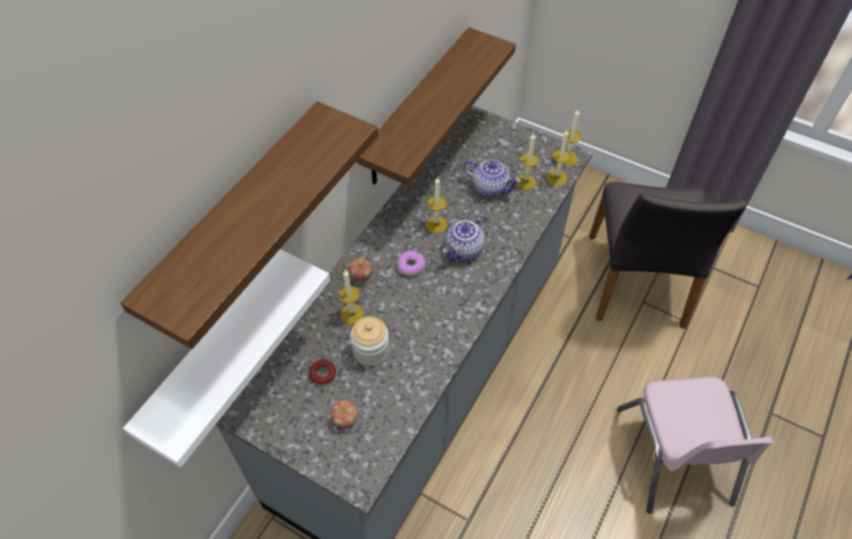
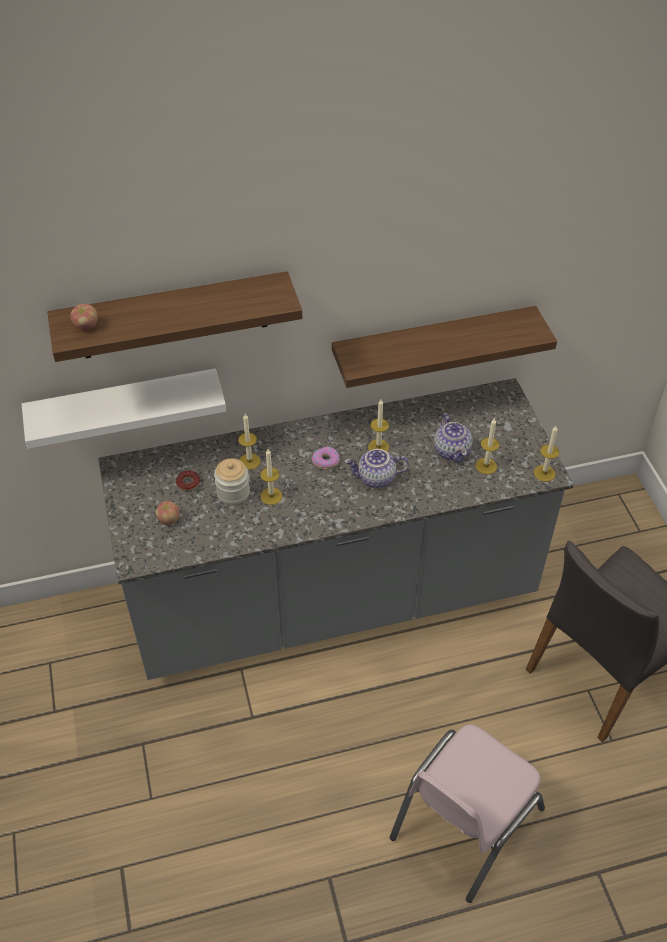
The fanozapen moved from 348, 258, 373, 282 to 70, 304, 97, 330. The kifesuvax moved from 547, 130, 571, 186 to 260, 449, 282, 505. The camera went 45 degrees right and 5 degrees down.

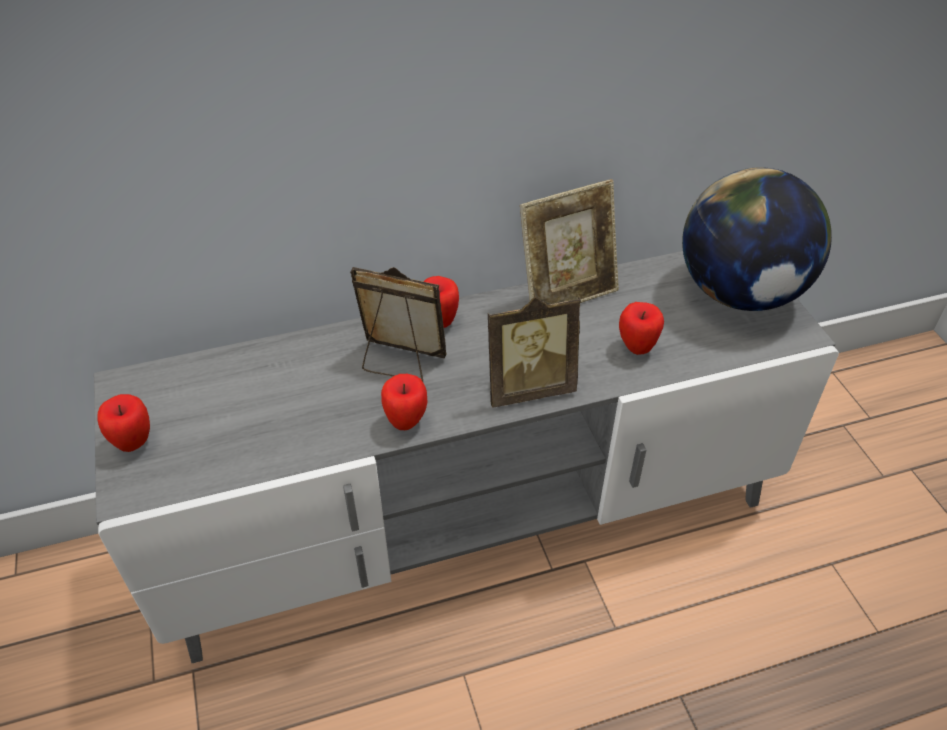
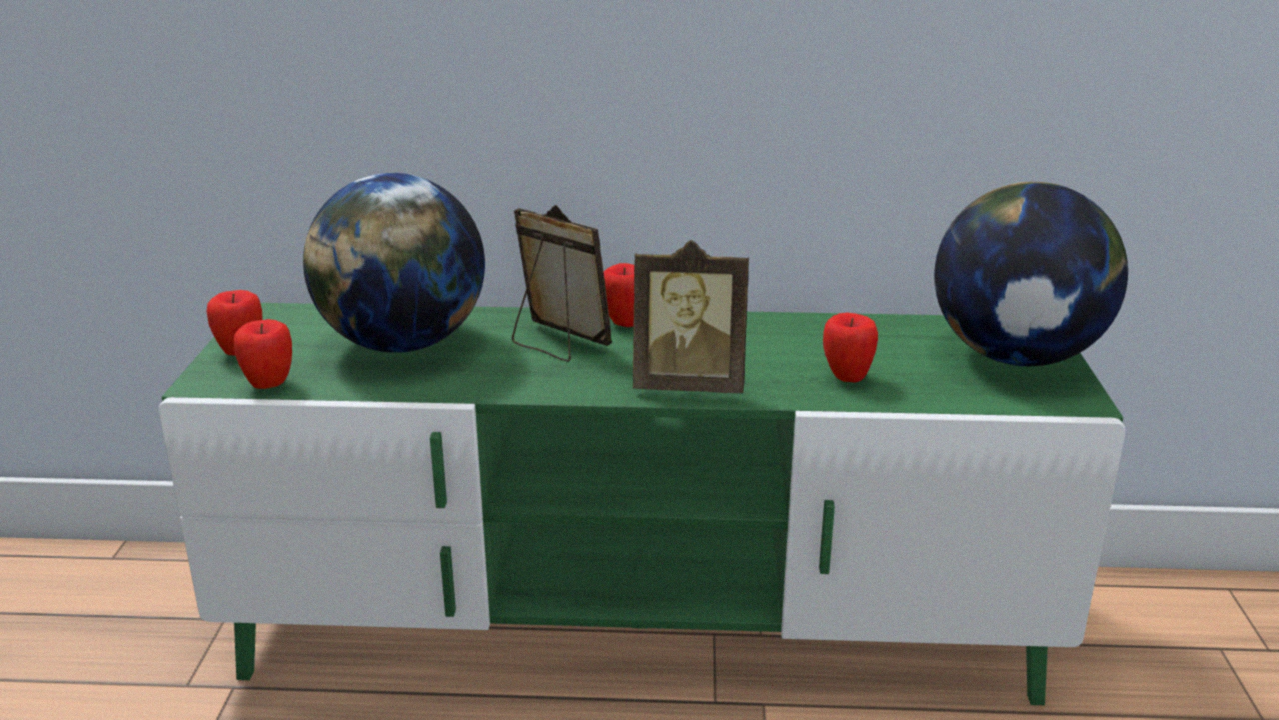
The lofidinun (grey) at 94, 251, 839, 663 became the lofidinun (green) at 158, 303, 1125, 705. The fanozapen moved from 381, 374, 428, 430 to 234, 319, 292, 389. The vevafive at 303, 173, 485, 353 appeared. The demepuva at 520, 179, 619, 304 disappeared. The camera went 20 degrees right and 20 degrees down.

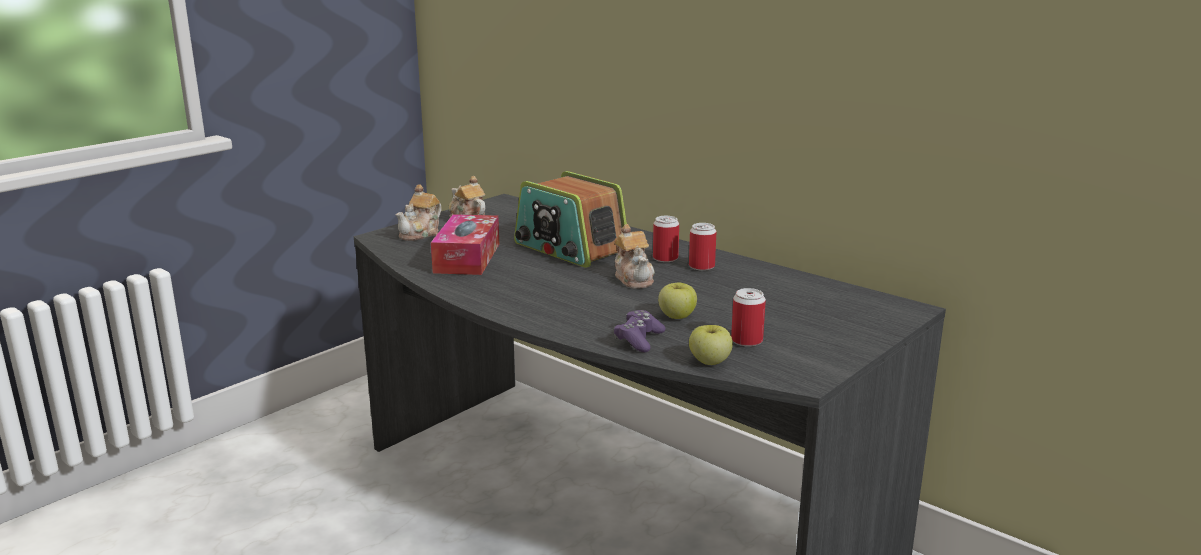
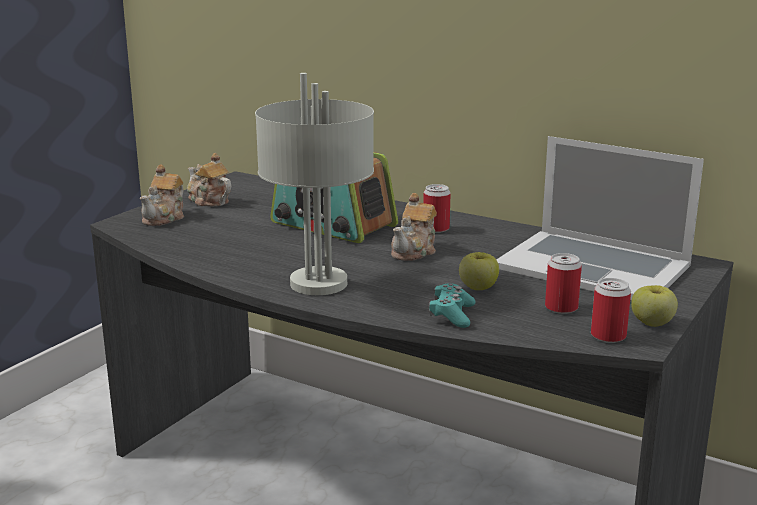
The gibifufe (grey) at 255, 73, 374, 295 appeared. The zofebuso at 614, 224, 655, 289 turned 60 degrees clockwise. The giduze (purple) at 614, 310, 665, 352 became the giduze (turquoise) at 429, 283, 476, 328. The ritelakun at 496, 136, 704, 300 appeared. The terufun moved from 689, 223, 717, 271 to 591, 278, 631, 343. The fanozapen moved from 689, 325, 733, 365 to 631, 285, 678, 327. The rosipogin at 431, 214, 499, 275 disappeared. The camera went 10 degrees left and 0 degrees up.

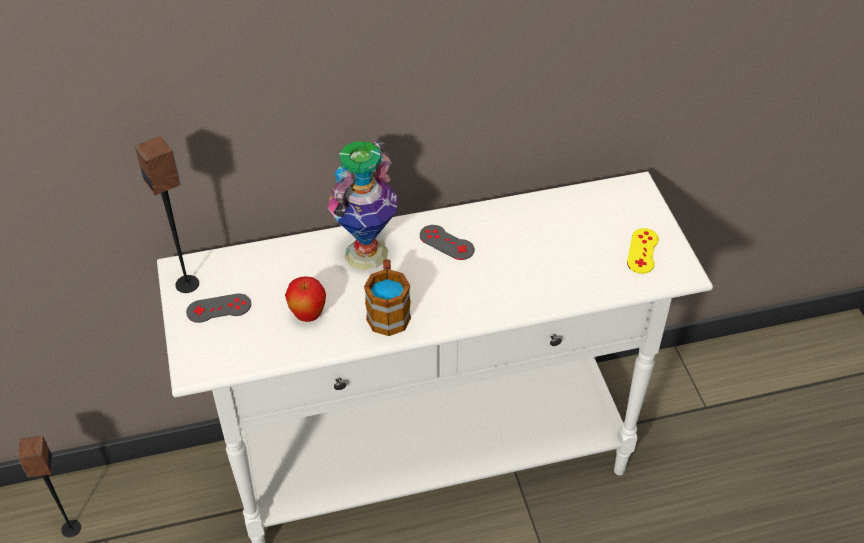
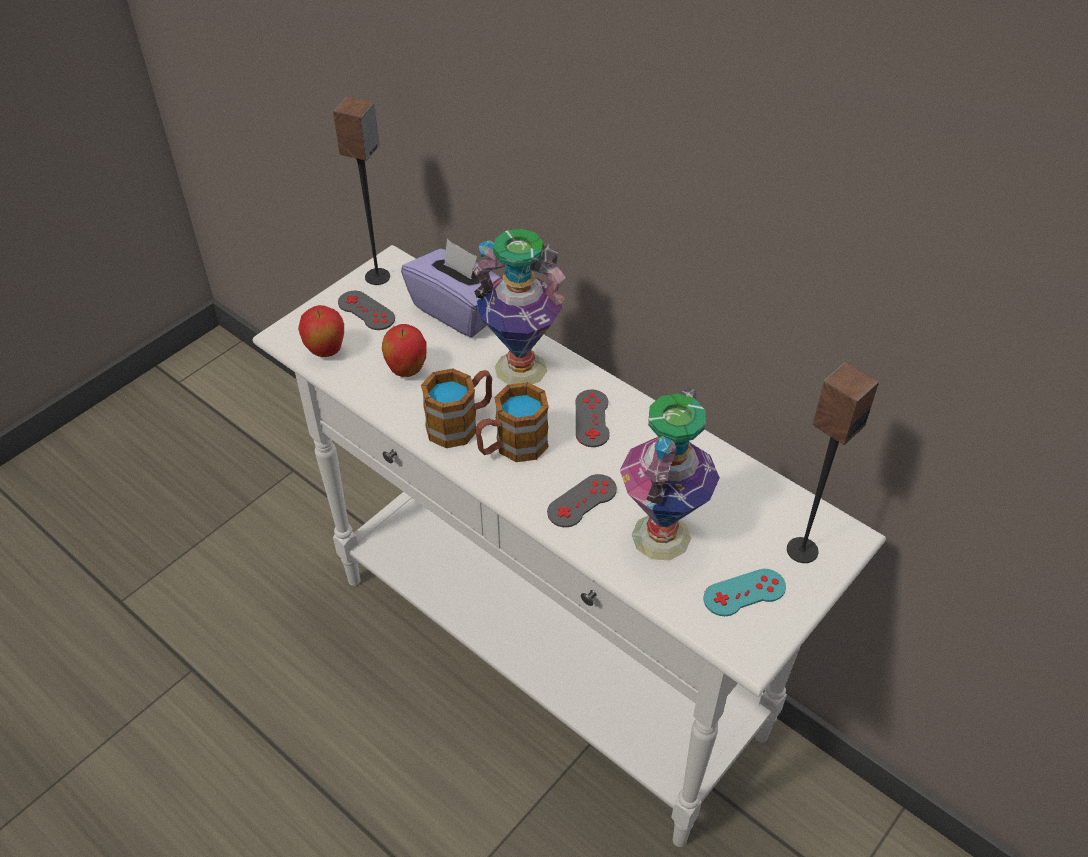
The fanozapen at 298, 305, 344, 357 appeared. The rosipogin (purple) at 401, 238, 500, 337 appeared. The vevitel at 475, 382, 549, 462 appeared. The giduze (grey) at 547, 474, 617, 527 appeared. The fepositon at 620, 387, 720, 561 appeared. The giduze (yellow) at 627, 228, 659, 274 became the giduze (turquoise) at 703, 569, 786, 616. The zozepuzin moved from 17, 436, 81, 537 to 787, 362, 879, 563. The camera went 55 degrees right and 0 degrees up.

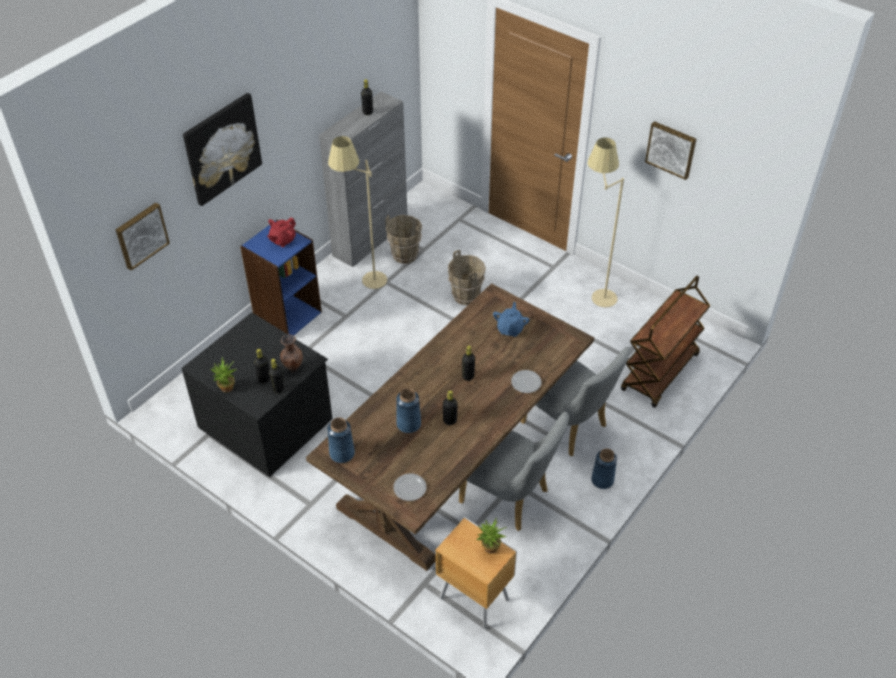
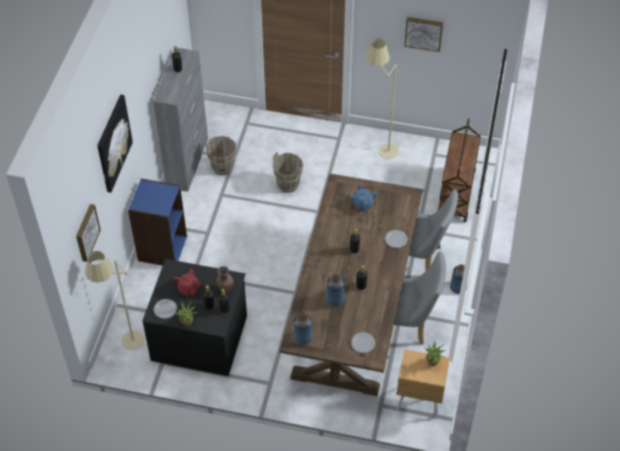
The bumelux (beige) moved from 328, 136, 387, 289 to 85, 251, 145, 350. The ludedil at 154, 299, 177, 319 appeared. The zofebuso (red) moved from 267, 217, 296, 247 to 173, 269, 202, 296. The camera went 25 degrees left and 5 degrees up.

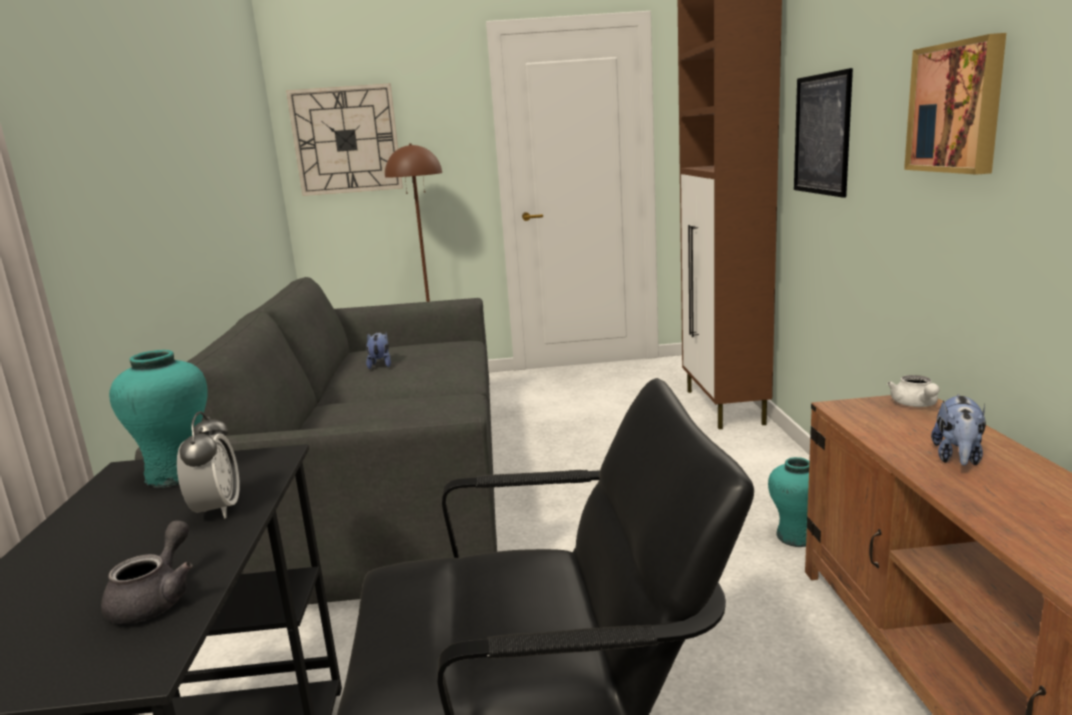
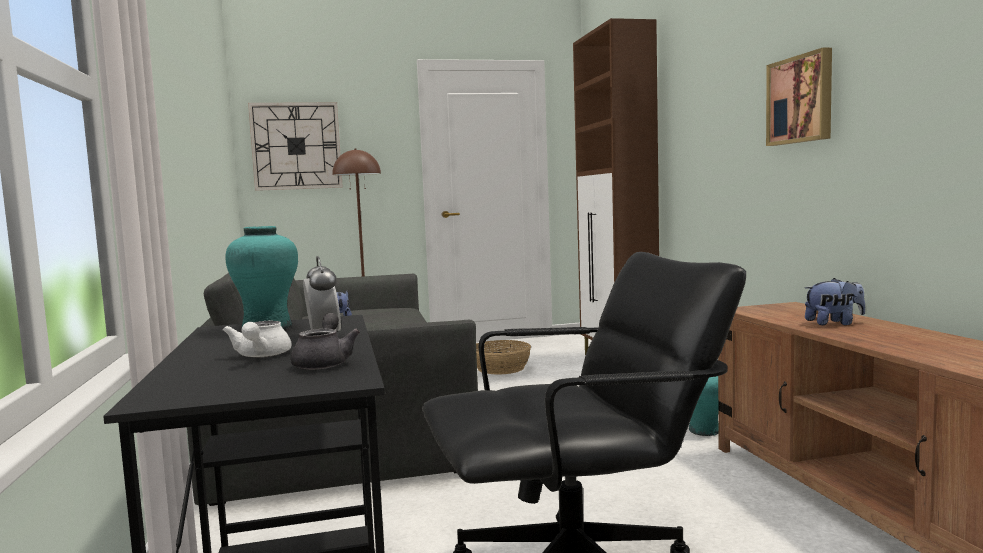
The zofebuso (white) moved from 887, 375, 939, 407 to 223, 321, 292, 358. The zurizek at 476, 340, 531, 375 appeared. The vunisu at 931, 394, 986, 466 turned 105 degrees counterclockwise. The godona at 794, 68, 853, 198 disappeared. The camera went 10 degrees left and 10 degrees down.

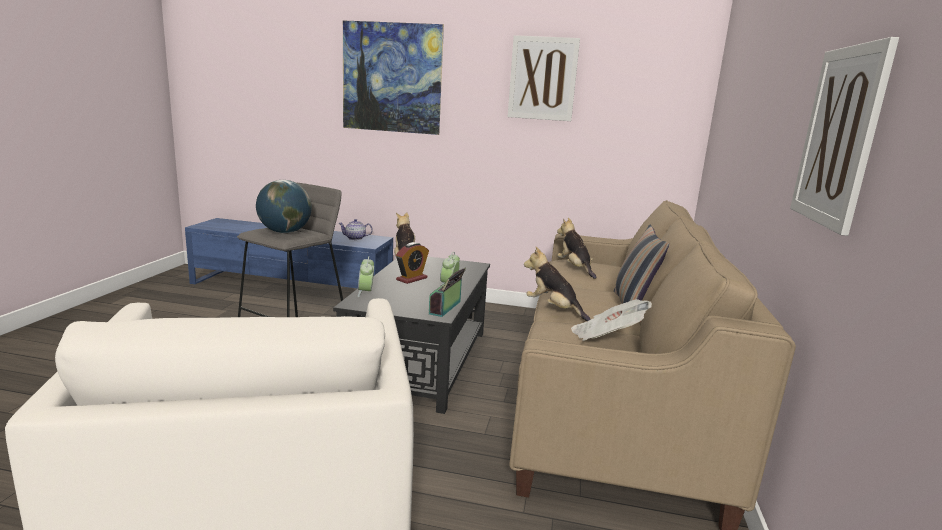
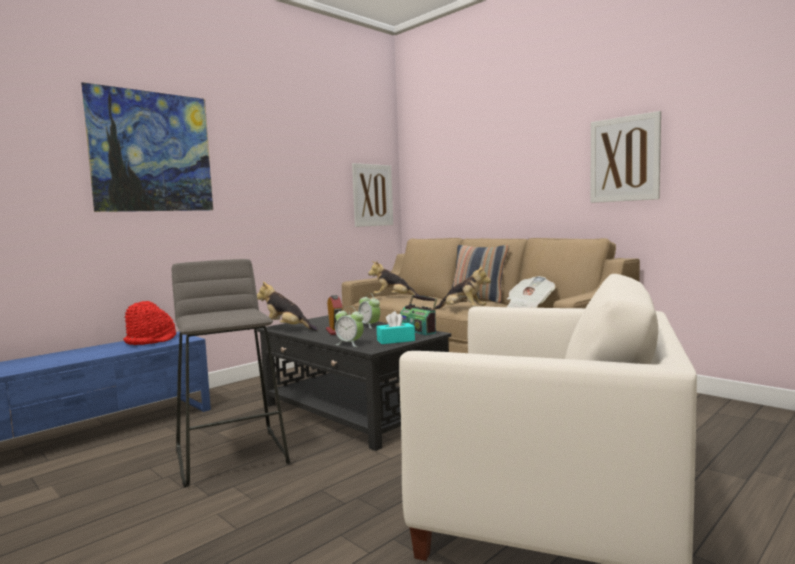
The zofebuso at 338, 219, 373, 240 was replaced by the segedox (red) at 123, 301, 176, 345. The godona moved from 508, 35, 580, 121 to 352, 163, 393, 227. The rosipogin (turquoise) at 376, 311, 415, 344 appeared. The vunisu at 524, 247, 591, 321 turned 135 degrees counterclockwise. The vevafive at 256, 180, 312, 233 disappeared. The camera went 55 degrees left and 10 degrees down.

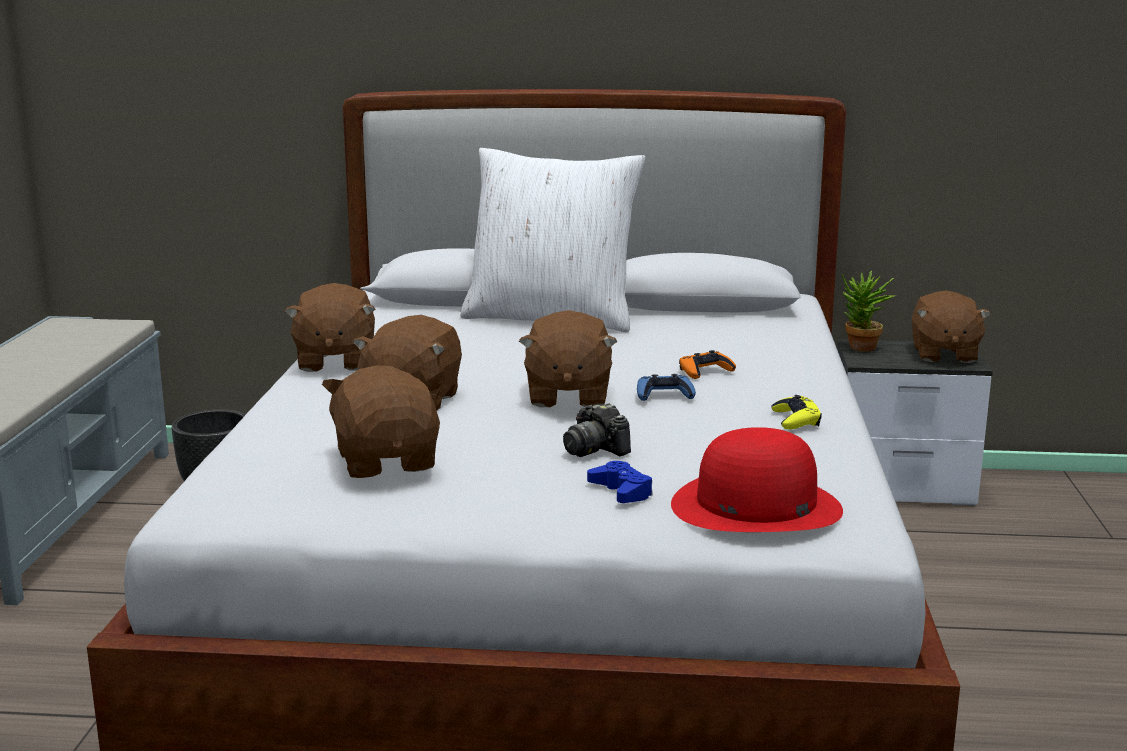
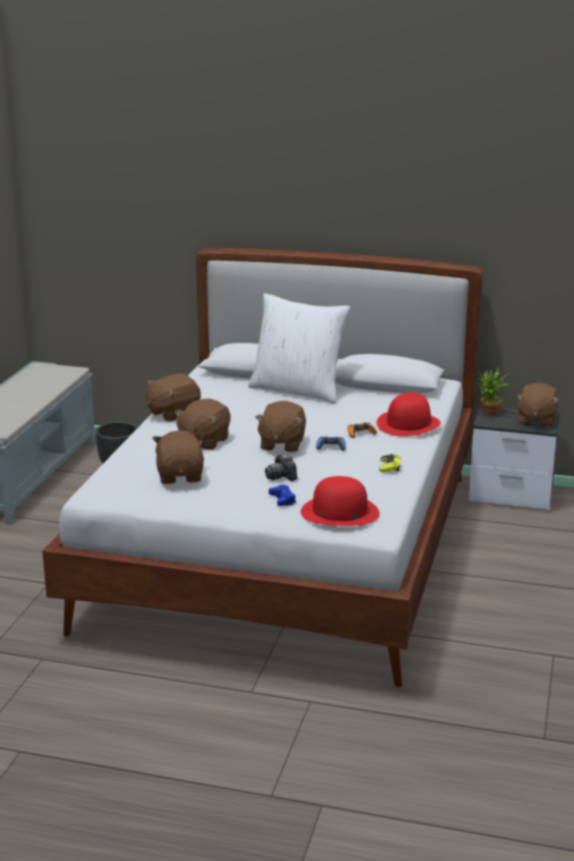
The vunisu (brown) at 284, 283, 375, 372 turned 45 degrees clockwise. The segedox (red) at 377, 392, 441, 437 appeared. The camera went 10 degrees right and 5 degrees up.

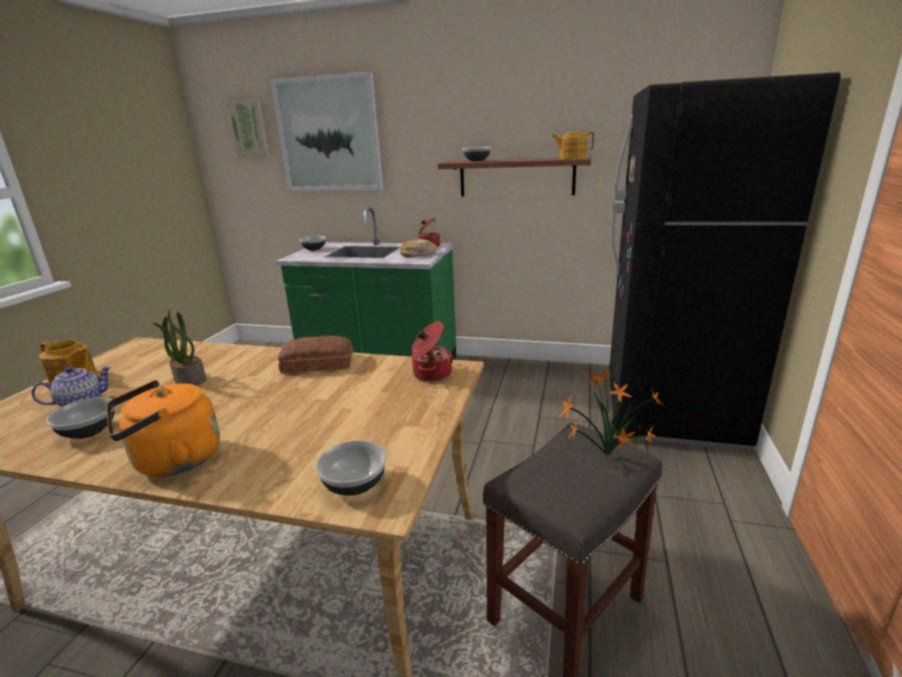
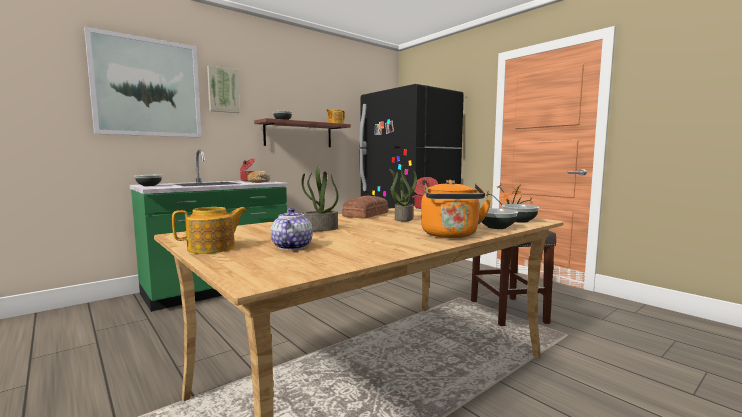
The godona moved from 226, 100, 270, 157 to 207, 65, 240, 113. The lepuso at 389, 165, 417, 221 appeared. The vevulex moved from 47, 397, 114, 439 to 482, 208, 518, 229. The camera went 55 degrees left and 15 degrees down.

